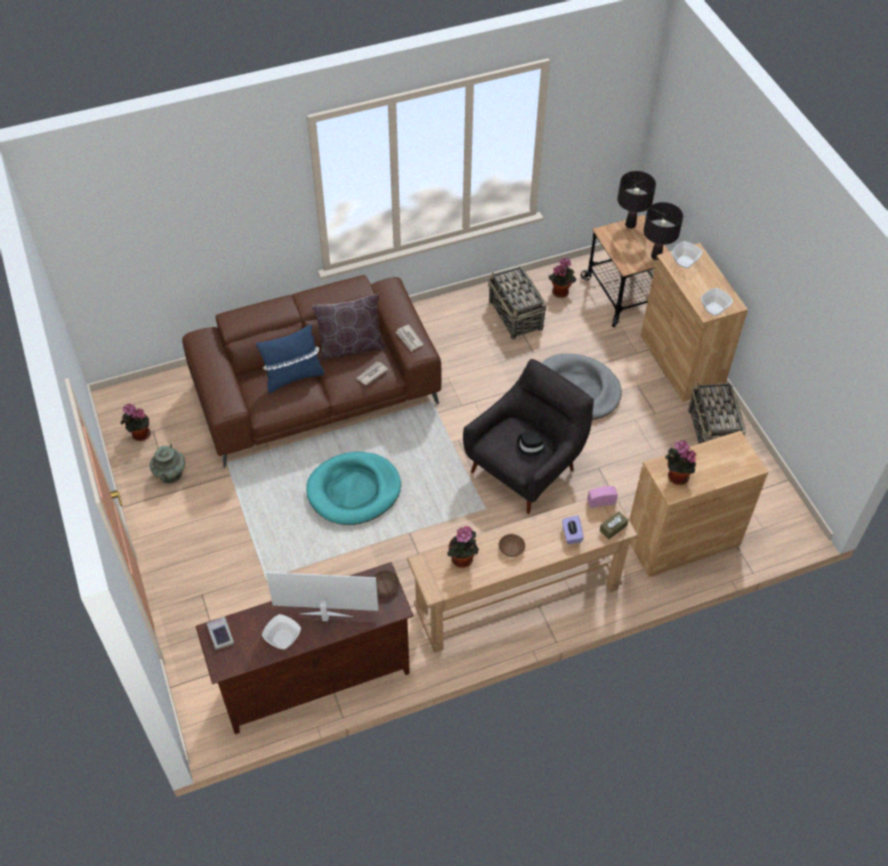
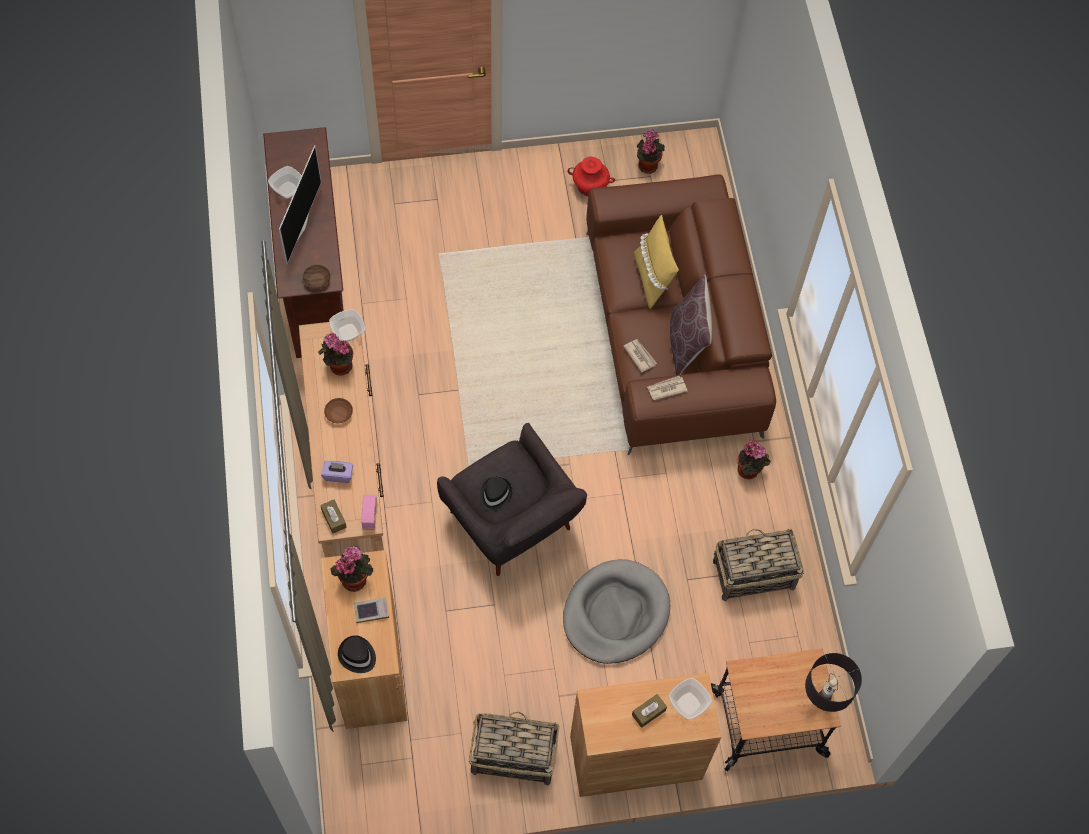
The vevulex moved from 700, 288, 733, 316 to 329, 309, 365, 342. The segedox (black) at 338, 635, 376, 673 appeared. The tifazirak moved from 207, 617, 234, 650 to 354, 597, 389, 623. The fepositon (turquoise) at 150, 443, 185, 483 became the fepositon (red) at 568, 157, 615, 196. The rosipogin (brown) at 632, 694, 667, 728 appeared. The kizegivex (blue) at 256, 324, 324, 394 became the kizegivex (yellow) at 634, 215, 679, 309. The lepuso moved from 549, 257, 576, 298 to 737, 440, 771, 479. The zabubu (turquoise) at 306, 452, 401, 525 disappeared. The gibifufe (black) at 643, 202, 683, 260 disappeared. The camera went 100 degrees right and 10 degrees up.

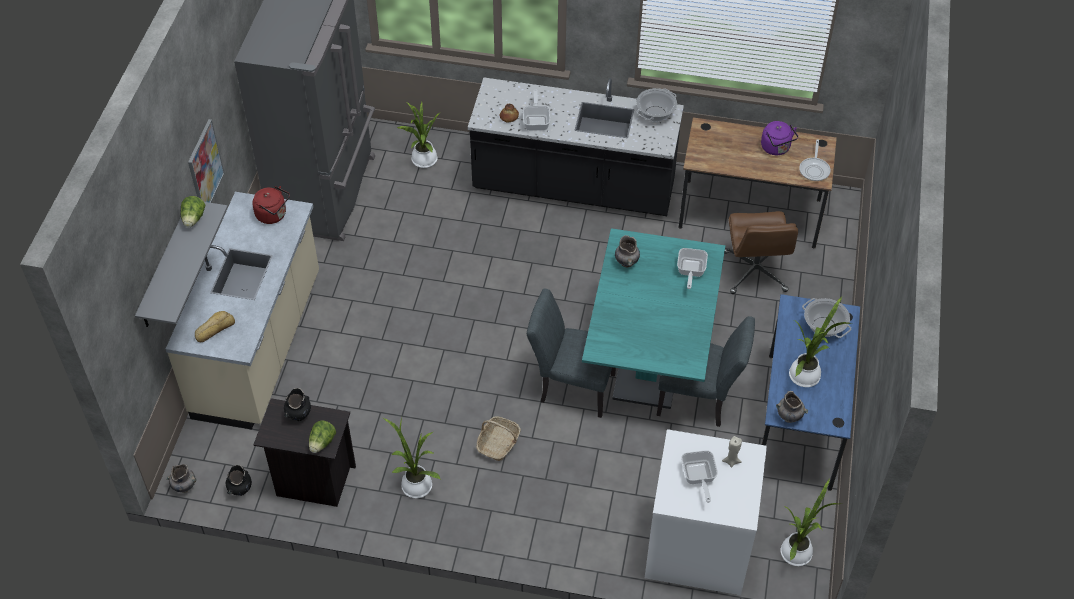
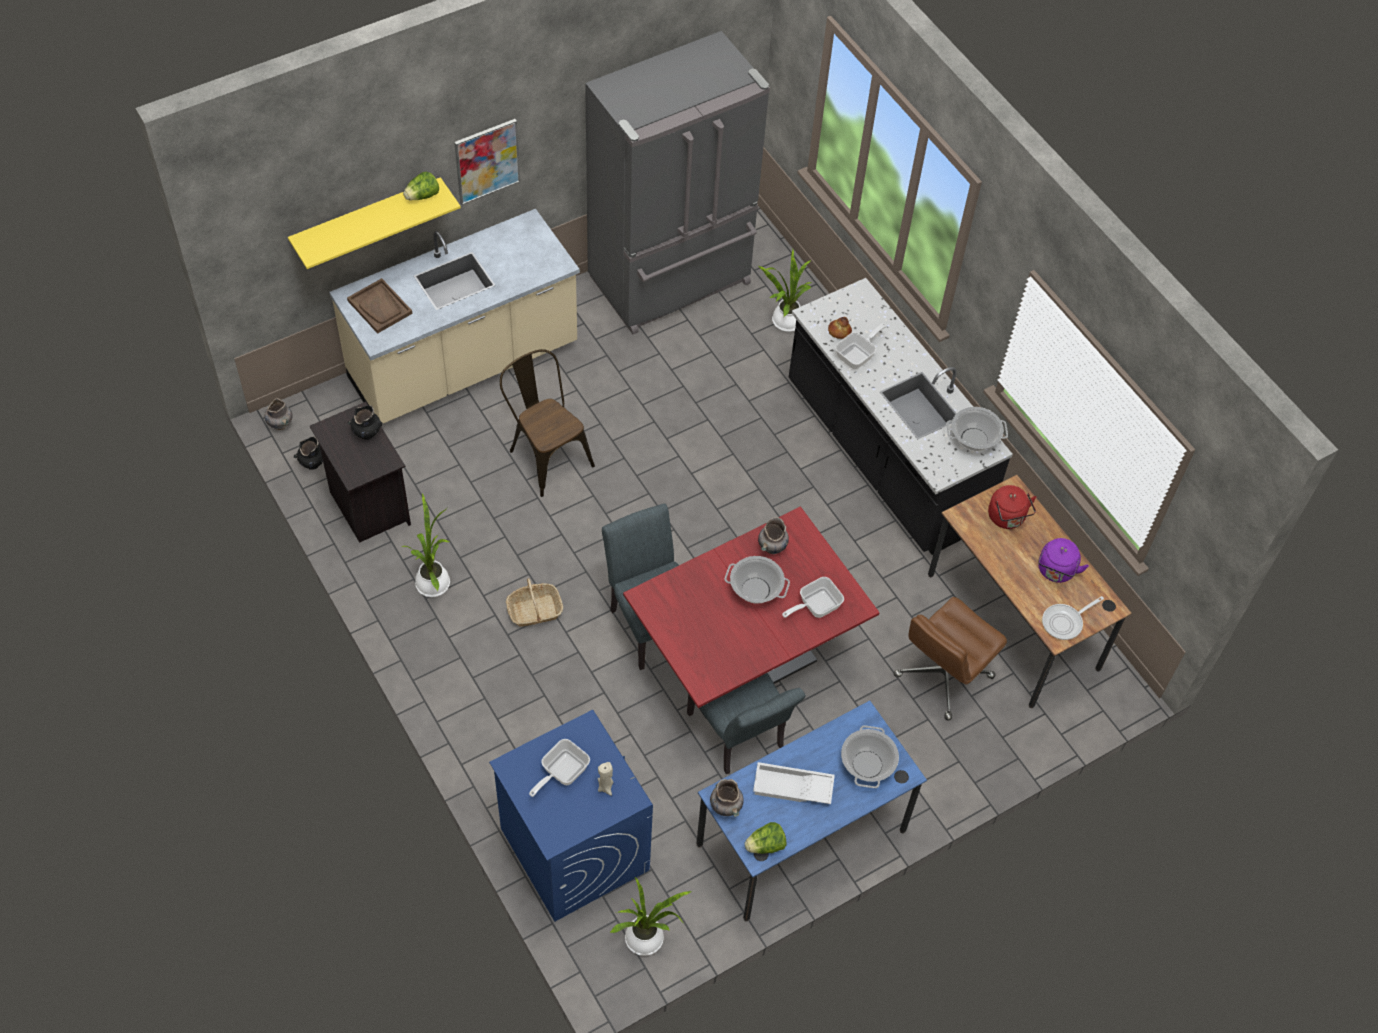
The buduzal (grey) at 135, 202, 228, 327 became the buduzal (yellow) at 288, 177, 461, 269. The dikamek at 195, 311, 235, 342 was replaced by the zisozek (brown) at 347, 278, 412, 334. The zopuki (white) at 645, 429, 767, 595 became the zopuki (blue) at 489, 710, 653, 922. The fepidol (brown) at 500, 349, 595, 497 appeared. The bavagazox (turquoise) at 582, 228, 725, 409 became the bavagazox (red) at 623, 506, 880, 718. The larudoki at 724, 556, 790, 604 appeared. The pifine moved from 309, 421, 336, 453 to 745, 822, 786, 854. The lepuso at 789, 297, 850, 387 was replaced by the zisozek (white) at 753, 762, 835, 804. The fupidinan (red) moved from 252, 186, 290, 224 to 988, 485, 1037, 529. The camera went 45 degrees right and 5 degrees up.

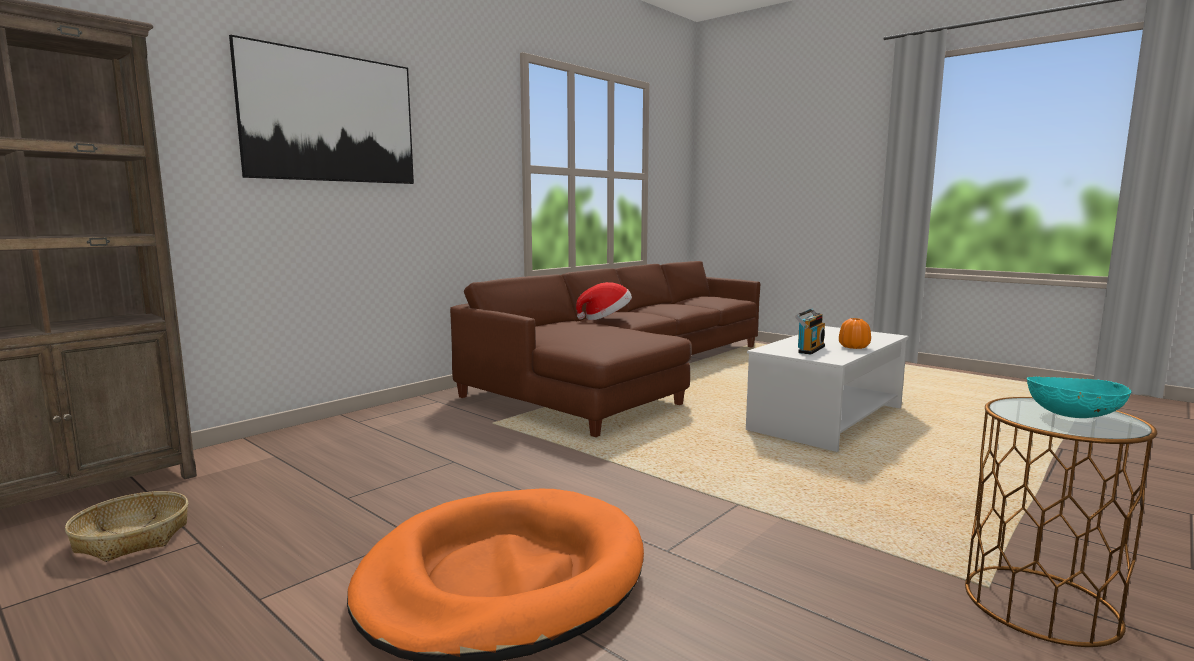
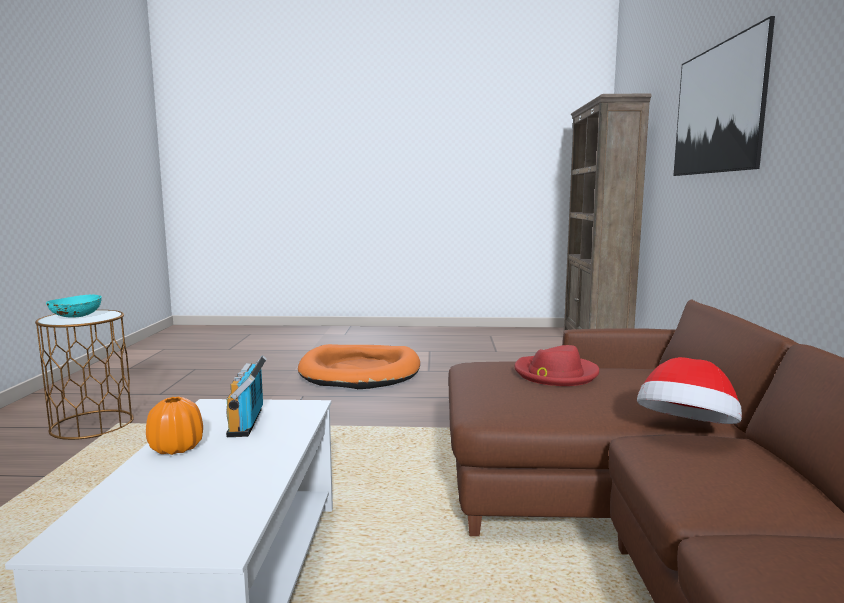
The segedox (red) at 514, 345, 599, 386 appeared. The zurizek at 65, 491, 188, 562 disappeared. The camera went 140 degrees right and 0 degrees up.

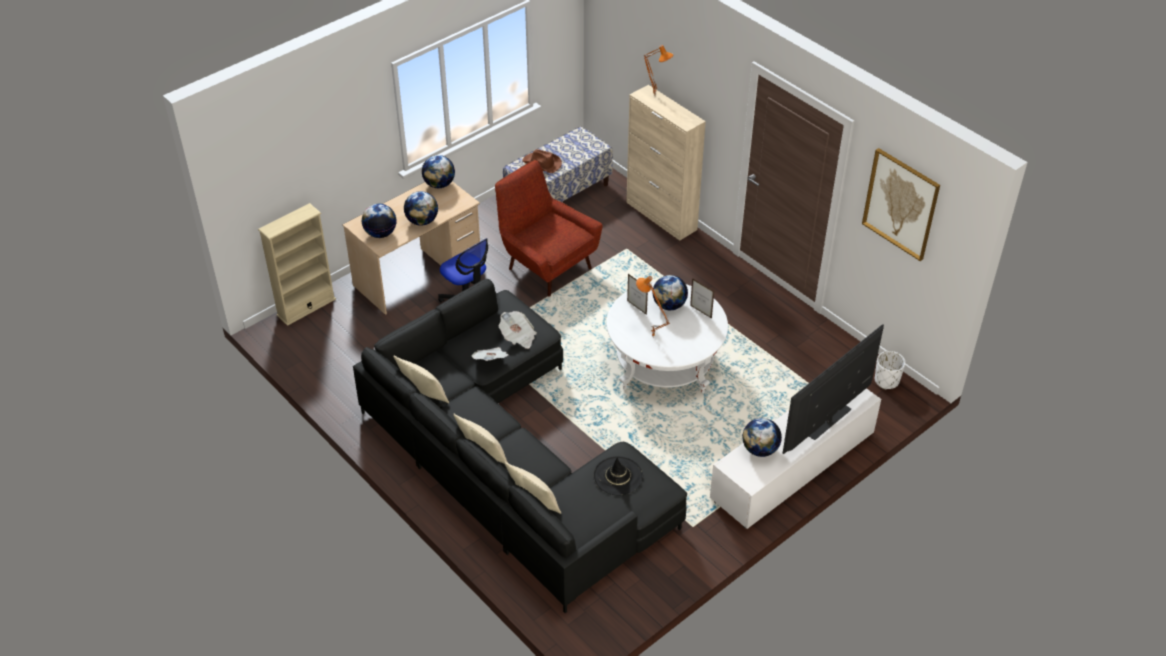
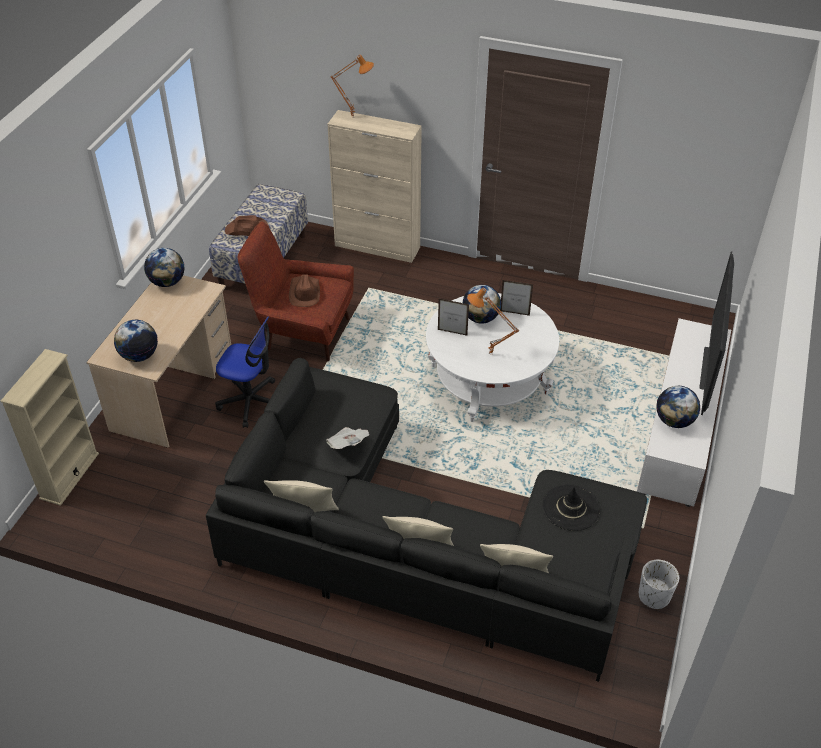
The segedox (brown) at 289, 275, 320, 307 appeared. The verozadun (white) moved from 875, 351, 906, 390 to 639, 560, 679, 609. The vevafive at 404, 191, 438, 226 disappeared. The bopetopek at 499, 311, 537, 349 disappeared. The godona at 862, 148, 940, 261 disappeared. The camera went 30 degrees left and 0 degrees up.

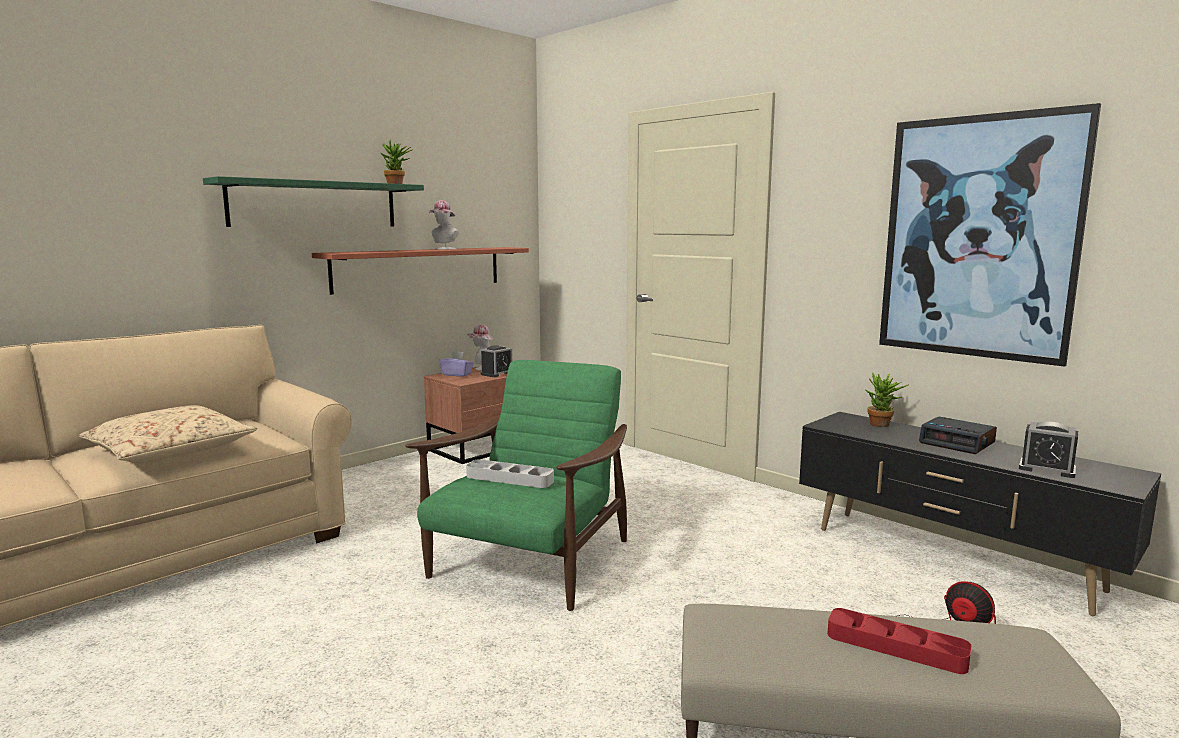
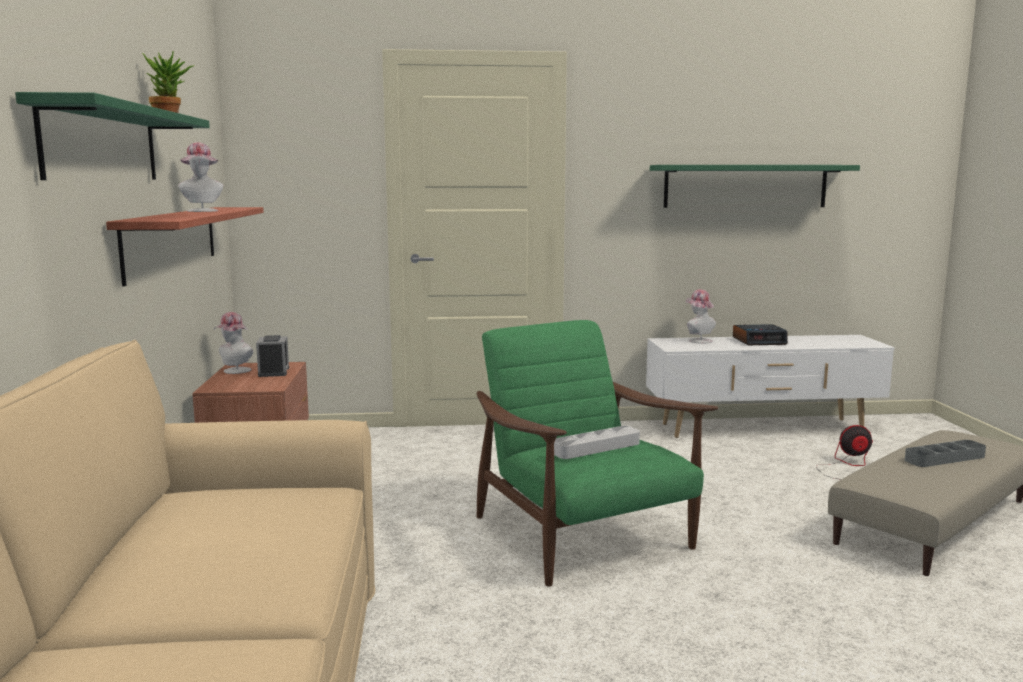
The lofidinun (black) at 799, 412, 1161, 616 became the lofidinun (white) at 646, 335, 895, 438. The godona at 879, 103, 1101, 367 was replaced by the buduzal (green) at 650, 165, 860, 208. The lepuso at 864, 372, 908, 427 was replaced by the segedox at 686, 289, 716, 344. The zisozek (red) at 827, 608, 971, 674 became the zisozek (grey) at 905, 440, 986, 467. The kizegivex (beige) at 79, 405, 257, 463 disappeared. The rosipogin (purple) at 439, 351, 474, 377 disappeared. The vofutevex at 1019, 422, 1078, 478 disappeared. The camera went 50 degrees left and 0 degrees up.

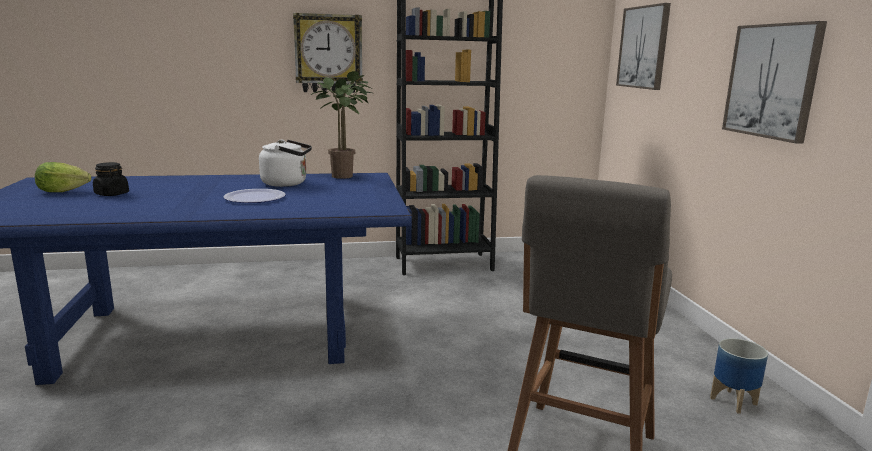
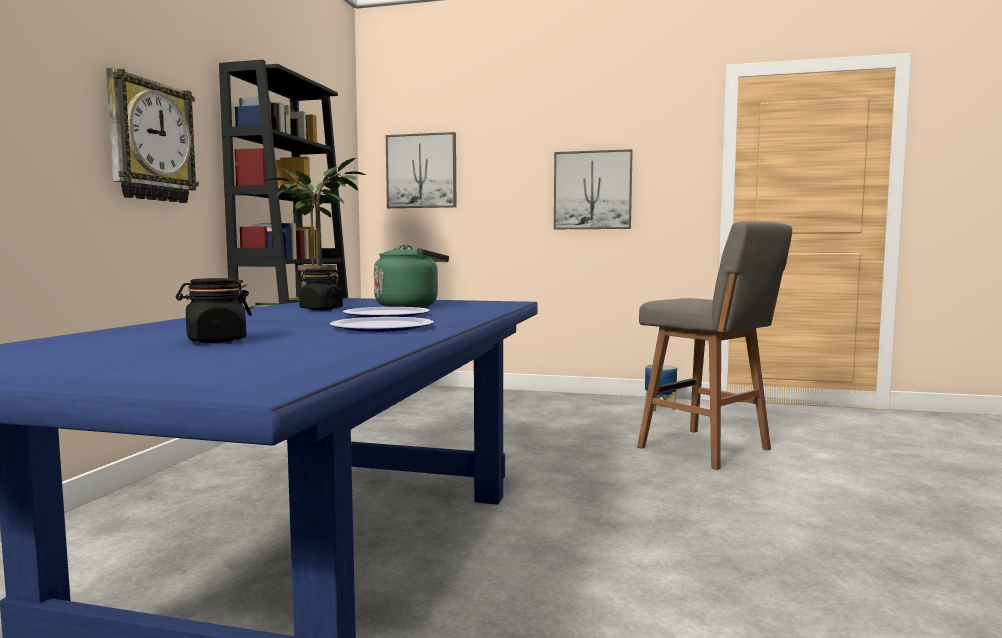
The fupidinan (white) at 259, 140, 312, 187 was replaced by the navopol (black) at 299, 268, 343, 310. The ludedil at 330, 317, 433, 332 appeared. The fupidinan (green) at 374, 244, 449, 307 appeared. The pifine at 35, 162, 91, 192 disappeared. The camera went 65 degrees left and 10 degrees down.

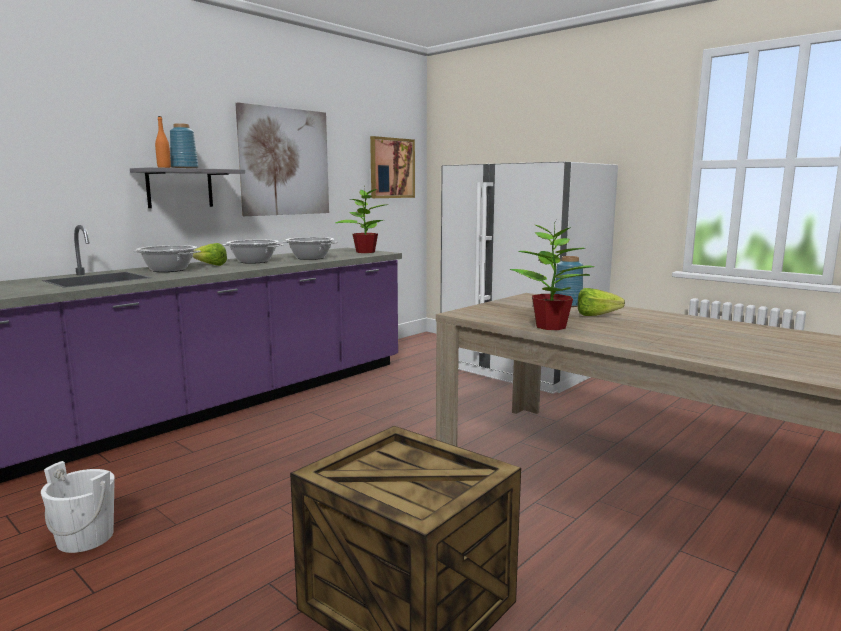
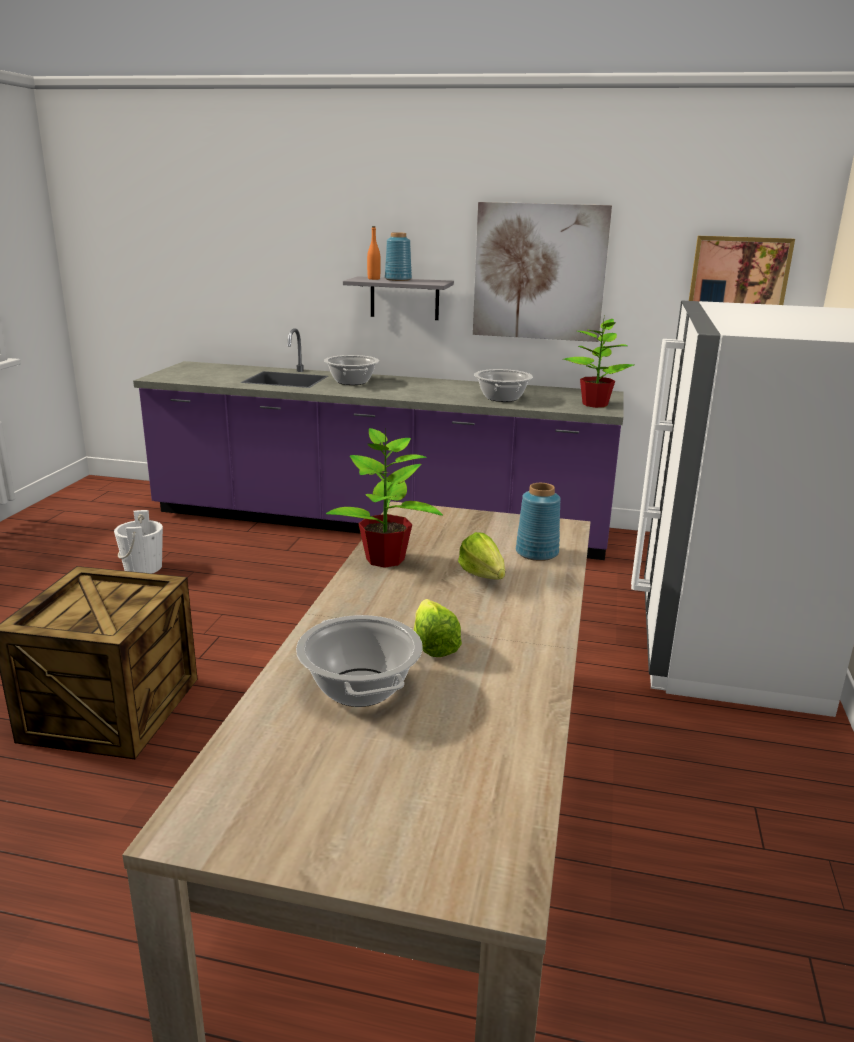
The larudoki moved from 223, 240, 284, 264 to 296, 615, 422, 707. The pifine moved from 192, 243, 227, 266 to 414, 599, 462, 657. The camera went 60 degrees right and 10 degrees up.

